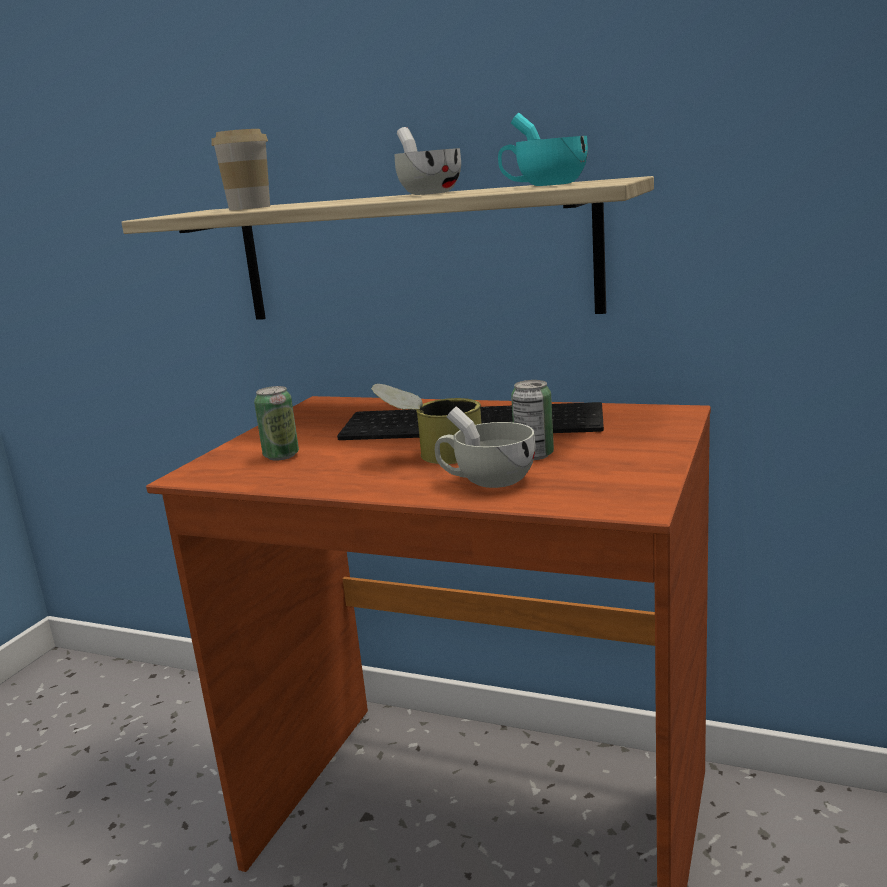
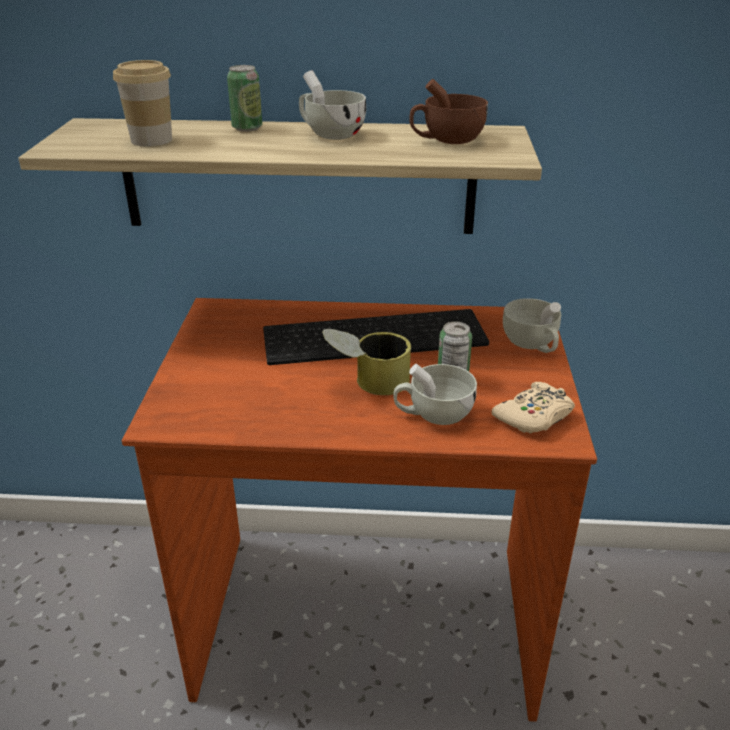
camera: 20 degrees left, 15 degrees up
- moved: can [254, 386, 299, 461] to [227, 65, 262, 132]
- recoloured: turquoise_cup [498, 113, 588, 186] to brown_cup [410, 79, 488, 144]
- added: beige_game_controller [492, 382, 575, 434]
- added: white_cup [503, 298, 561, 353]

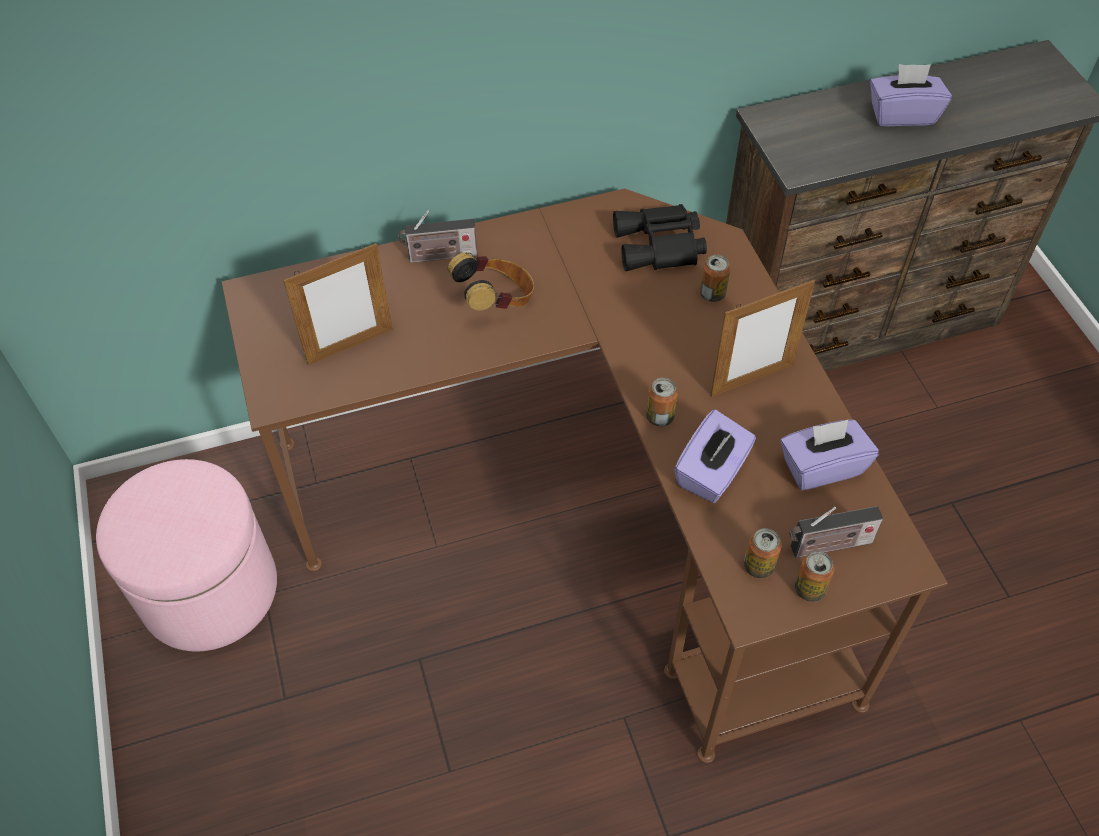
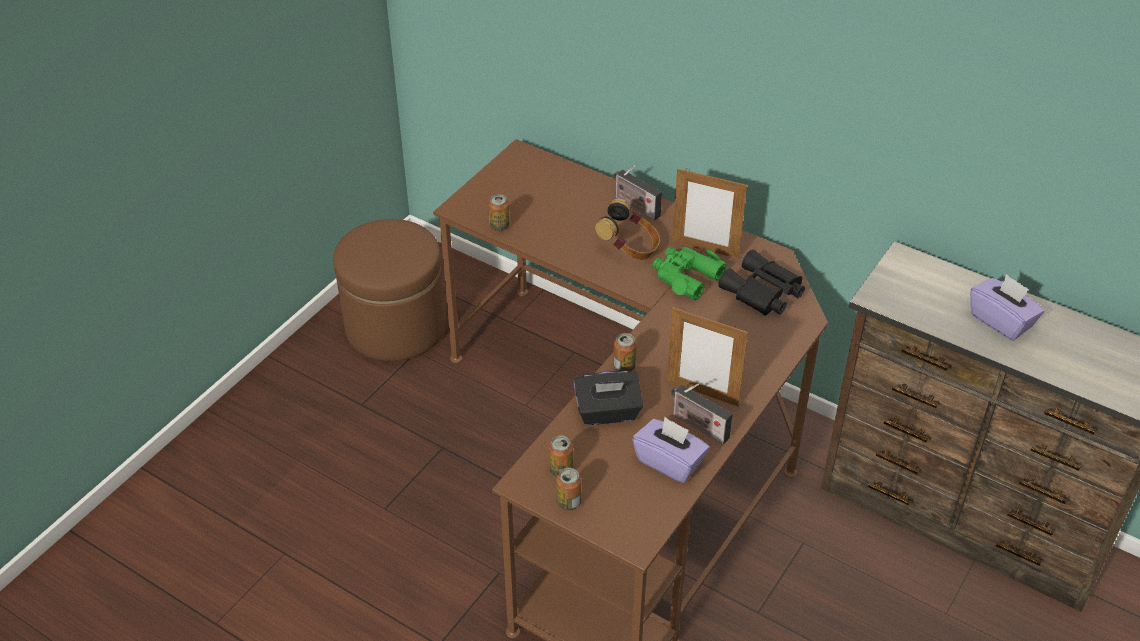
camera: 50 degrees right, 10 degrees down
- recoloured: pink_ottoman [96, 459, 277, 651] to brown_ottoman [333, 219, 446, 361]
- moved: picture_frame [283, 243, 393, 366] to [672, 168, 747, 258]
- recoloured: purple_tissue_box [674, 409, 756, 503] to black_tissue_box [573, 371, 643, 425]
- moved: can [700, 255, 731, 302] to [489, 194, 510, 231]
- moved: radio [789, 506, 883, 558] to [671, 384, 733, 444]
- added: green_binoculars [652, 247, 727, 300]

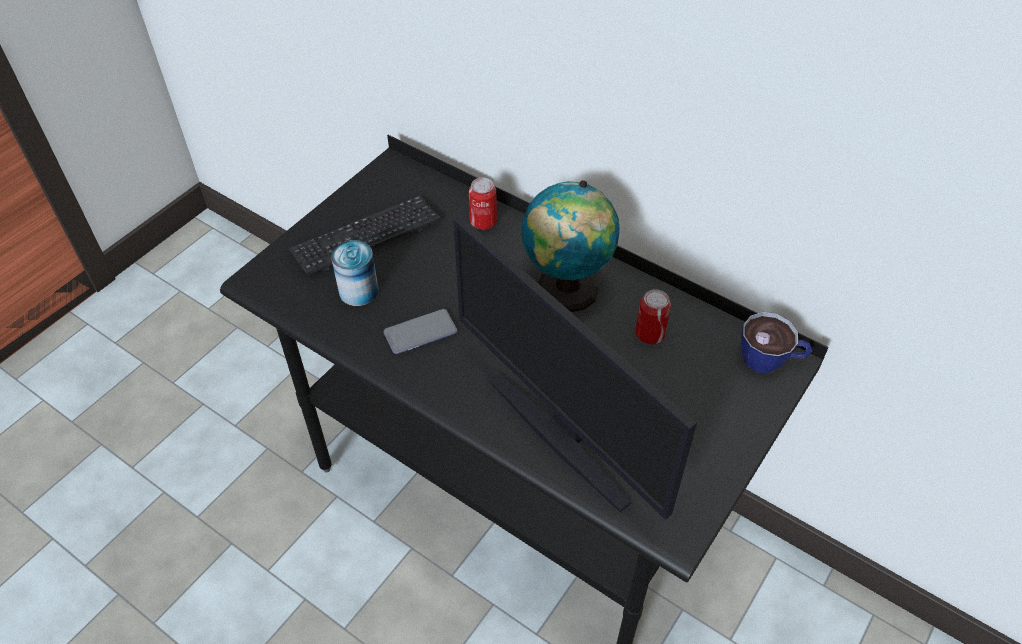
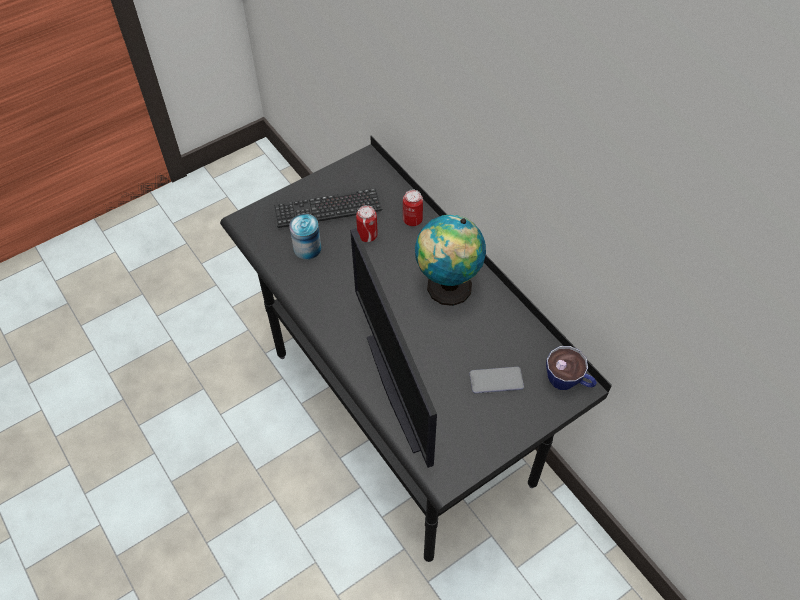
camera: 20 degrees right, 5 degrees up
- moved: phone [383, 309, 458, 354] to [469, 367, 524, 393]
- moved: can [635, 289, 671, 344] to [356, 205, 378, 242]

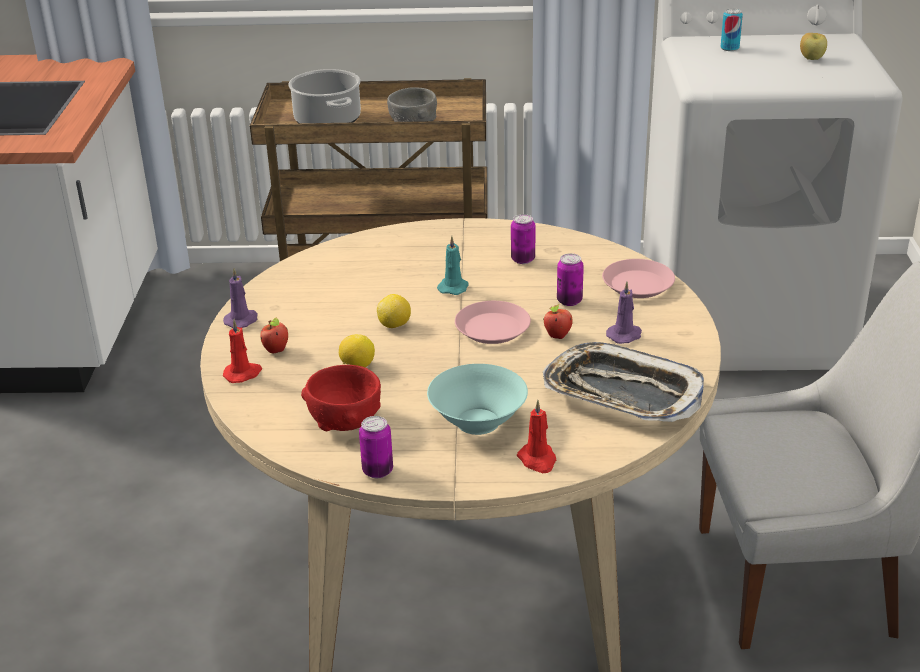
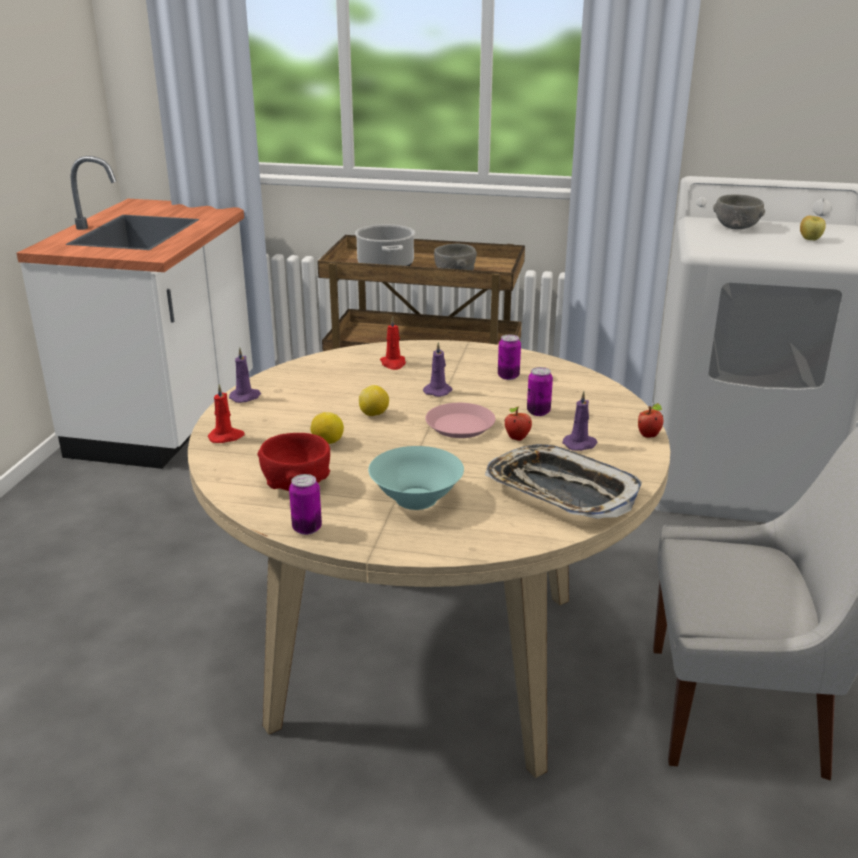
camera: 10 degrees right, 5 degrees down
- moved: apple [260, 318, 288, 353] to [638, 403, 663, 438]
- recoloured: turquoise_candle [437, 236, 469, 295] to purple_candle [423, 342, 452, 397]
- moved: red_candle [517, 400, 556, 473] to [380, 316, 406, 370]
- removed: pink_plate [602, 259, 675, 298]
- replaced: can [721, 8, 743, 51] to grey_bowl [713, 194, 765, 229]

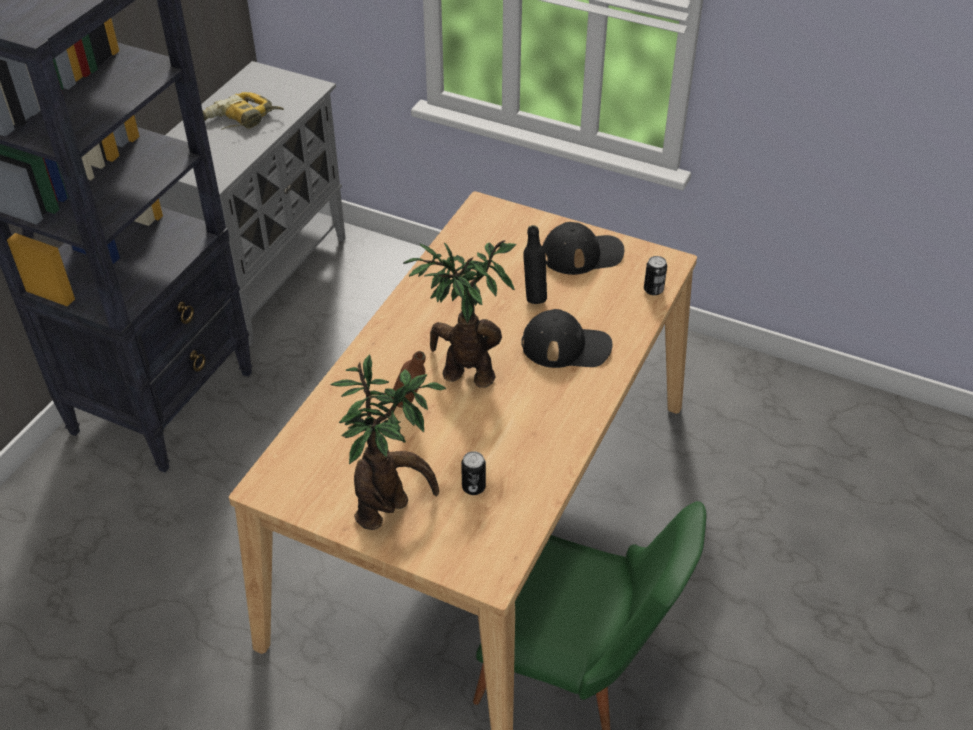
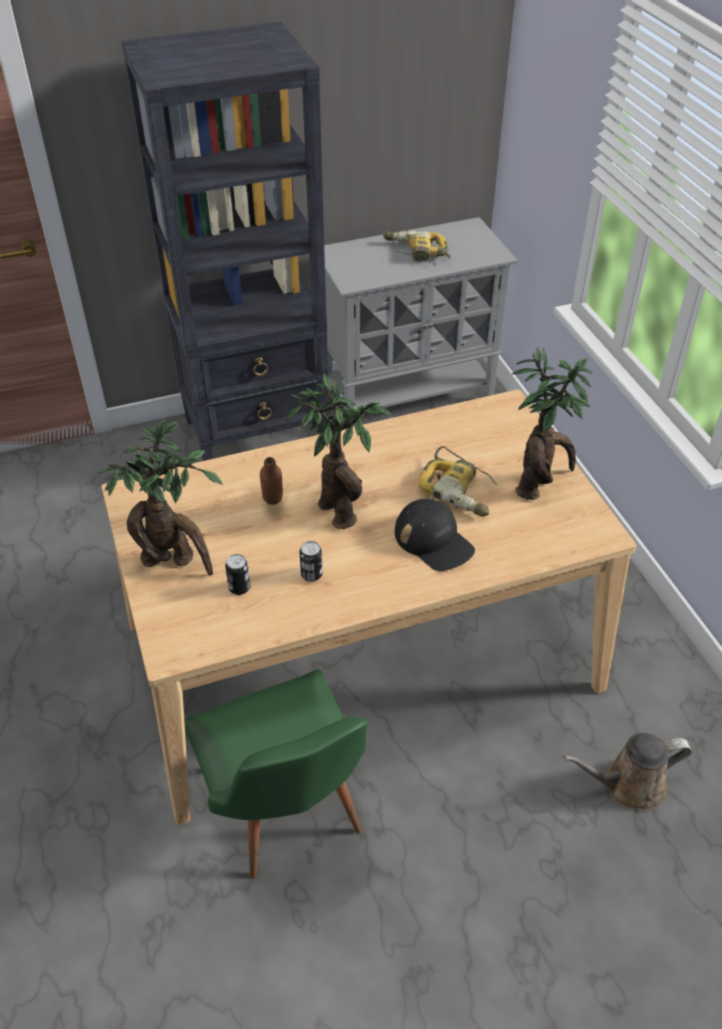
camera: 45 degrees right, 0 degrees up
- replaced: black_bottle [523, 225, 547, 304] to power_drill [418, 446, 497, 517]
- replaced: black_cap [542, 222, 624, 275] to potted_plant [512, 348, 593, 500]
- moved: can [644, 256, 667, 295] to [299, 541, 323, 582]
- added: brown_watering_can [564, 733, 692, 811]

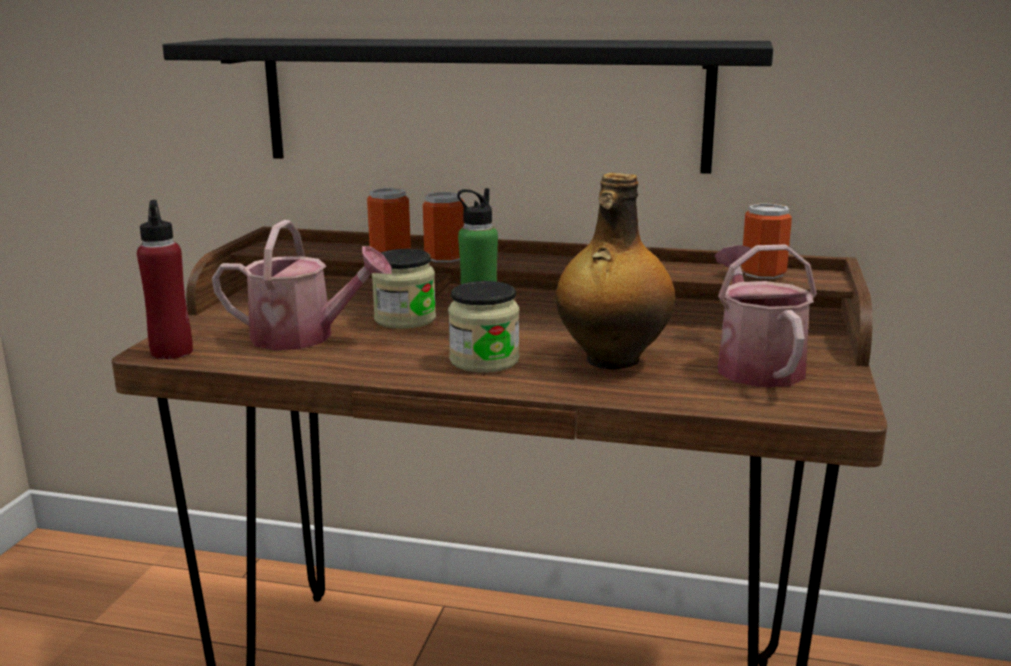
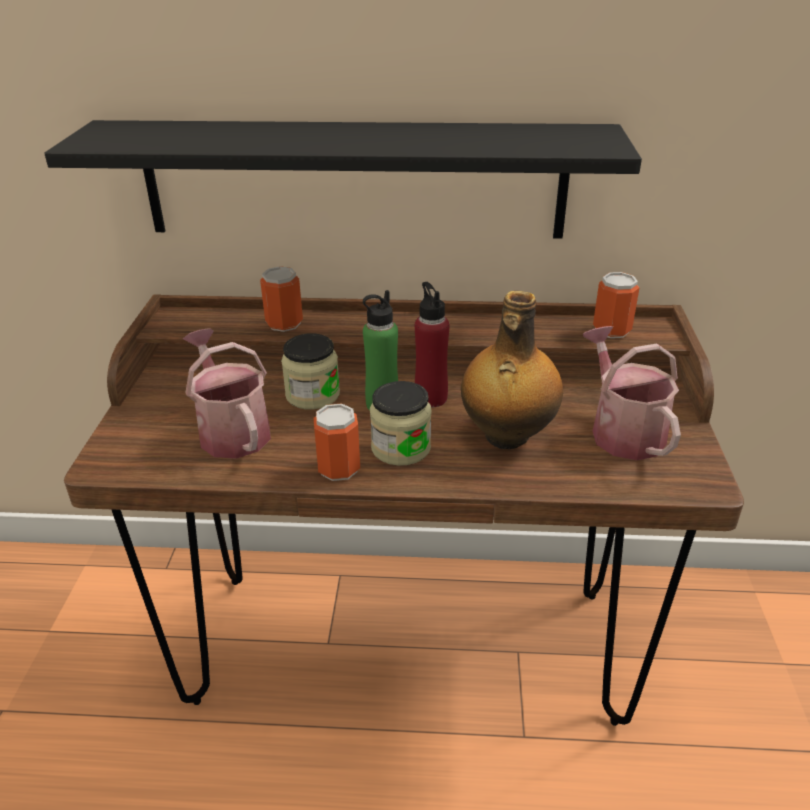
camera: 10 degrees left, 15 degrees up
- moved: red_bottle [137, 200, 193, 359] to [415, 282, 449, 408]
- turned: watering_can [212, 220, 392, 350] = [183, 328, 271, 459] 120 degrees counterclockwise
- moved: can [423, 192, 464, 262] to [314, 403, 360, 481]

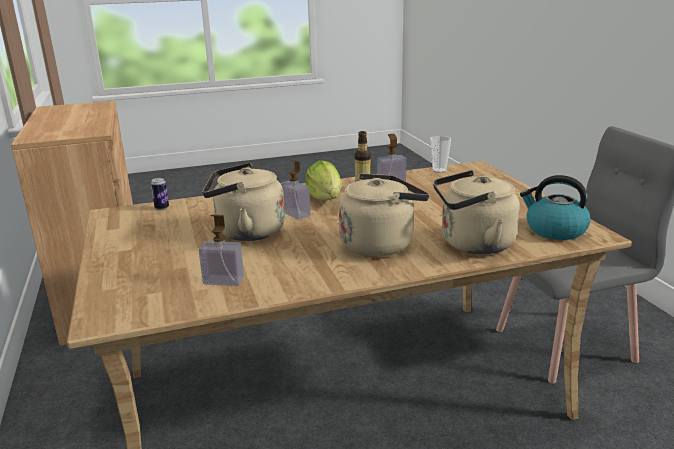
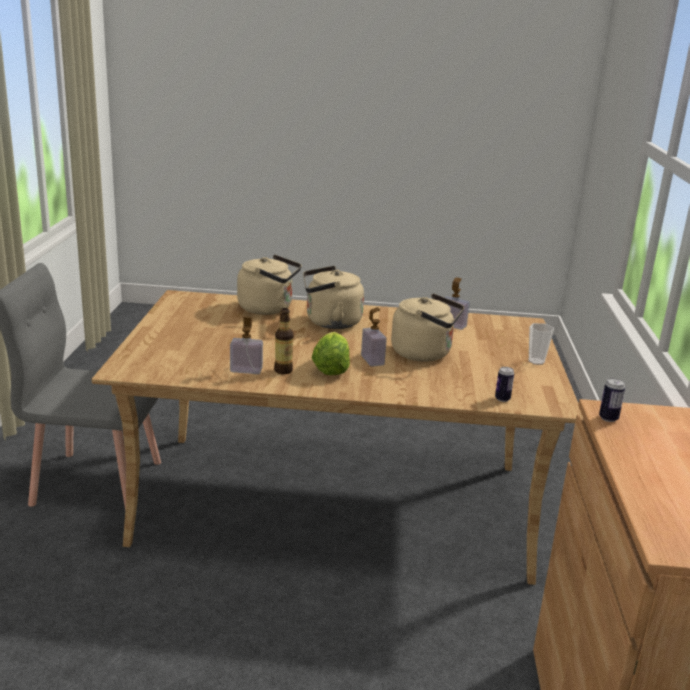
camera: 160 degrees left, 0 degrees up
- moved: cup [431, 136, 451, 173] to [529, 323, 554, 365]
- removed: kettle [520, 175, 590, 240]
- added: can [599, 378, 625, 422]

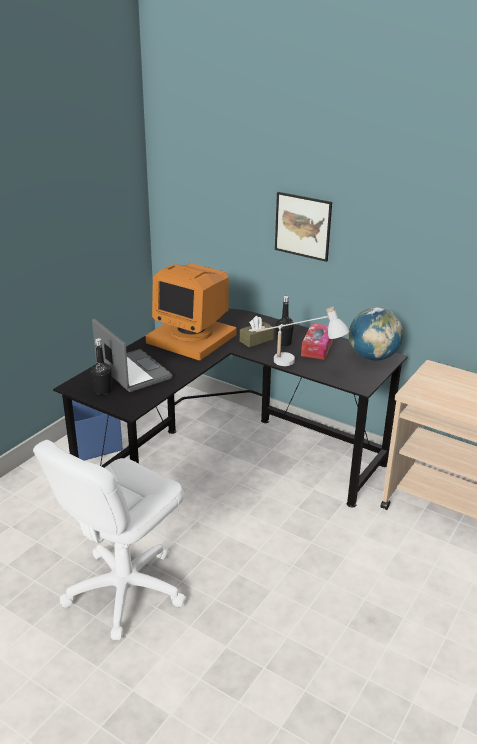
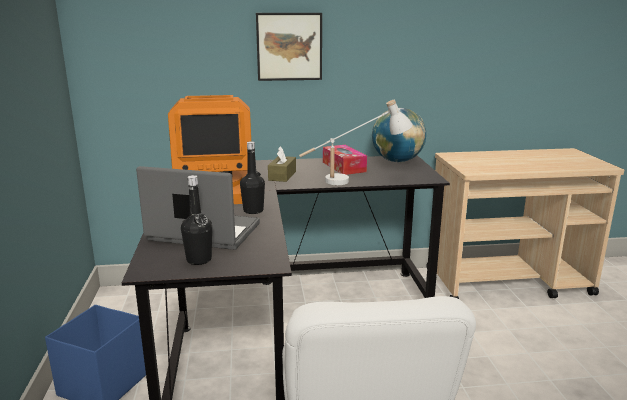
camera: 40 degrees left, 10 degrees down
- moved: black_bottle [276, 296, 294, 347] to [240, 141, 265, 214]

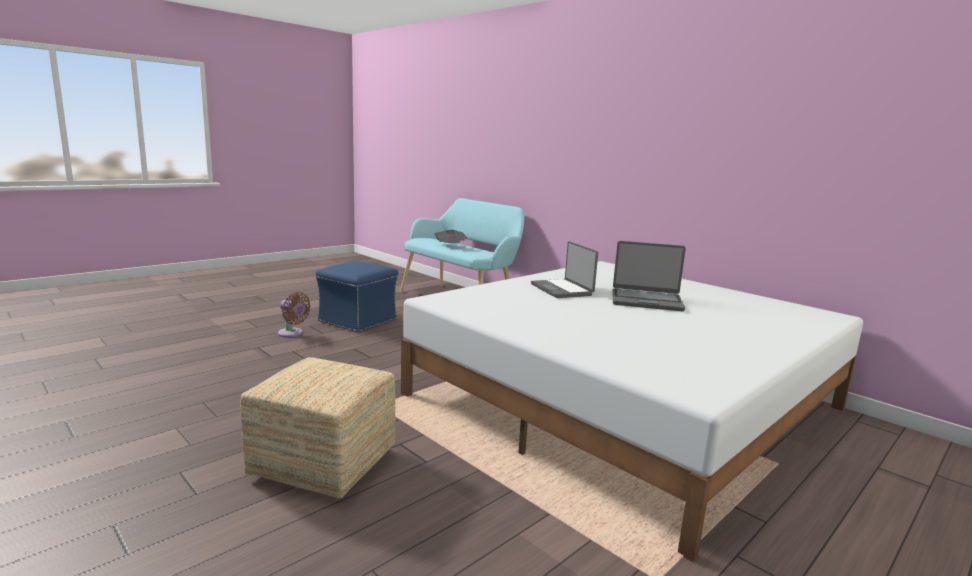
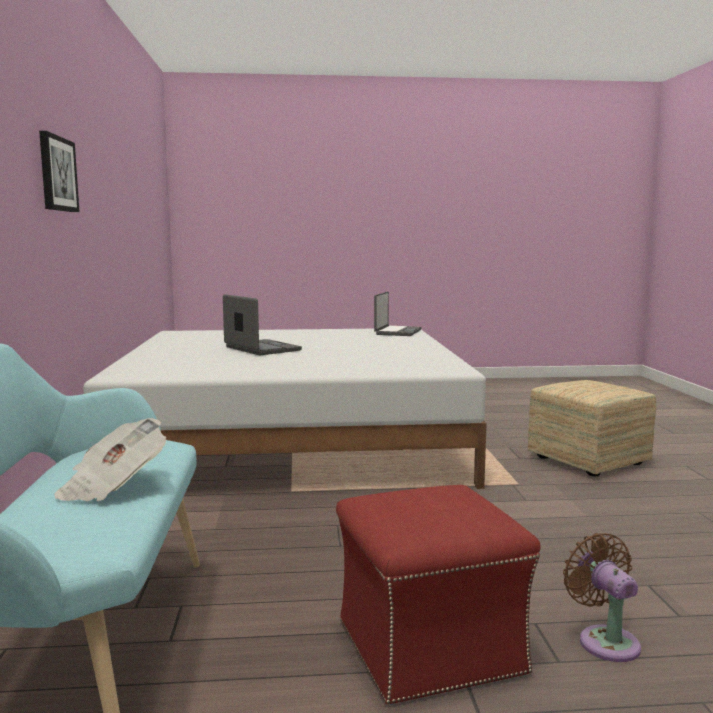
camera: 140 degrees left, 5 degrees down
- recoloured: blue_ottoman [316, 261, 398, 333] to red_ottoman [336, 485, 541, 705]
- moved: laptop [531, 241, 598, 298] to [374, 292, 422, 336]
- added: picture [39, 131, 80, 212]

